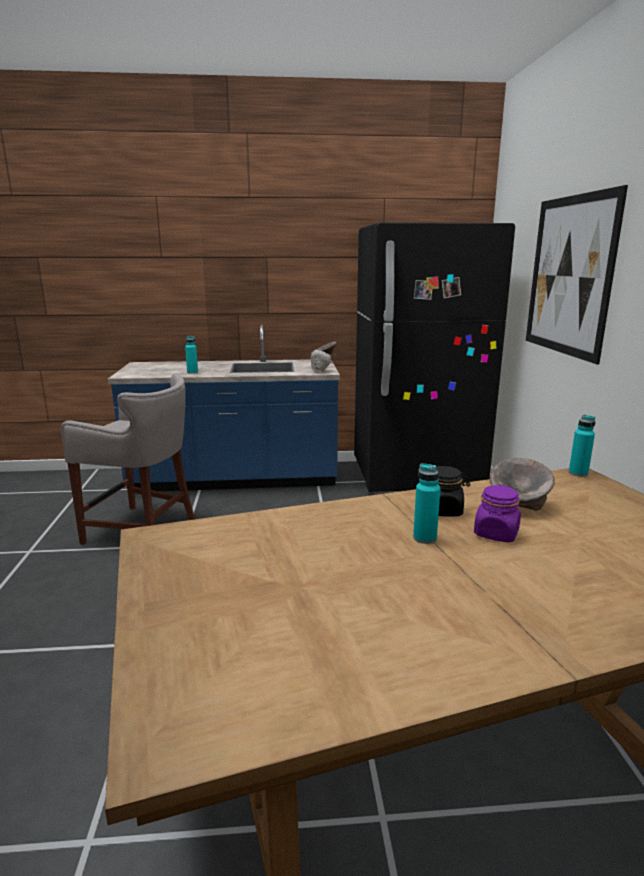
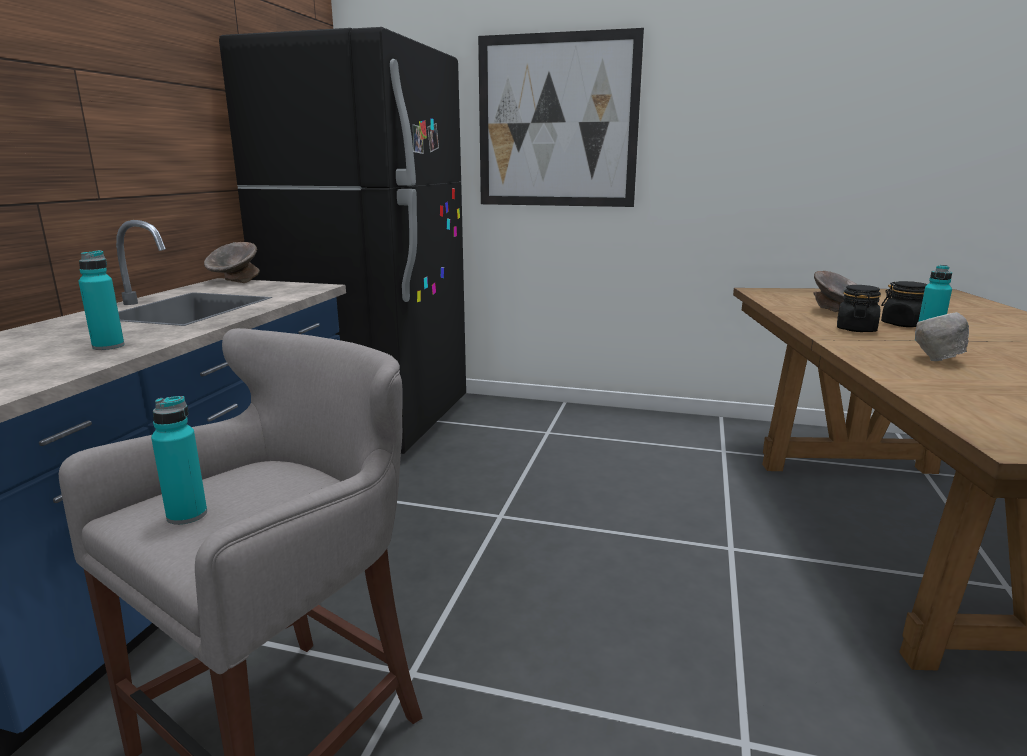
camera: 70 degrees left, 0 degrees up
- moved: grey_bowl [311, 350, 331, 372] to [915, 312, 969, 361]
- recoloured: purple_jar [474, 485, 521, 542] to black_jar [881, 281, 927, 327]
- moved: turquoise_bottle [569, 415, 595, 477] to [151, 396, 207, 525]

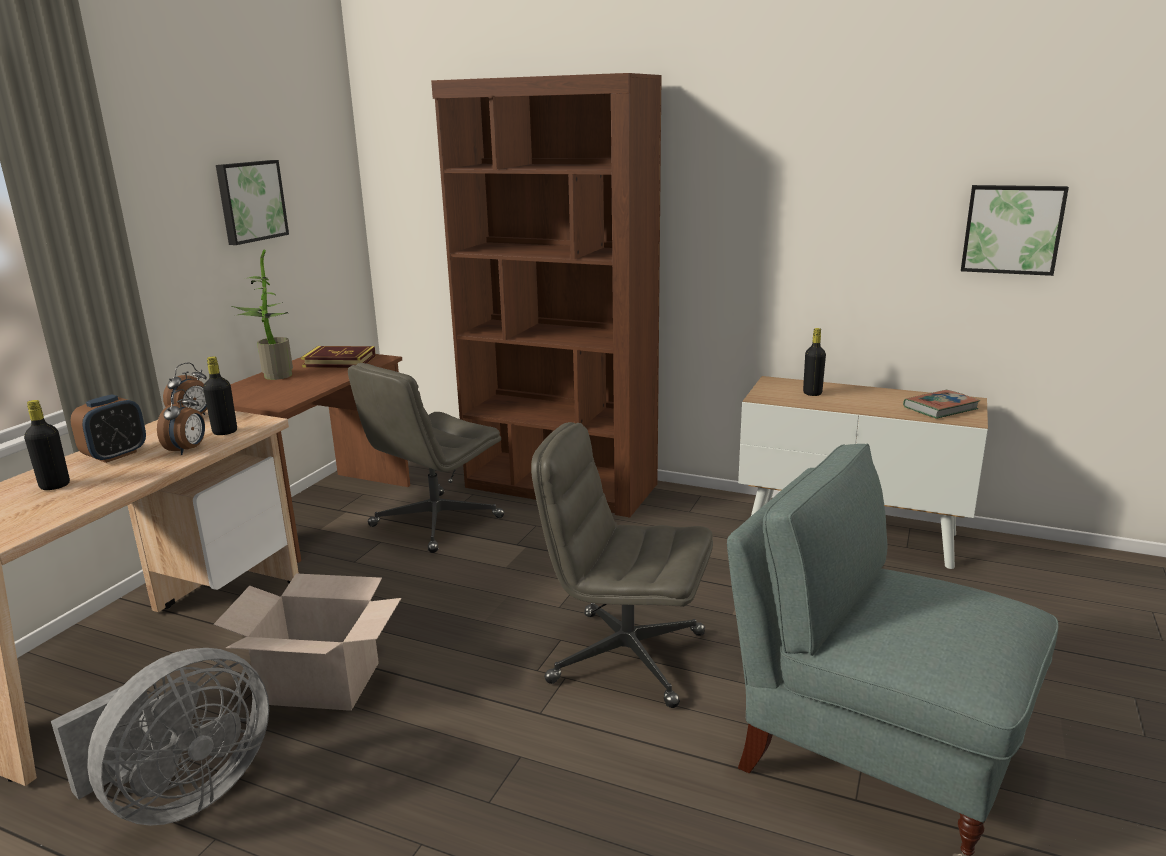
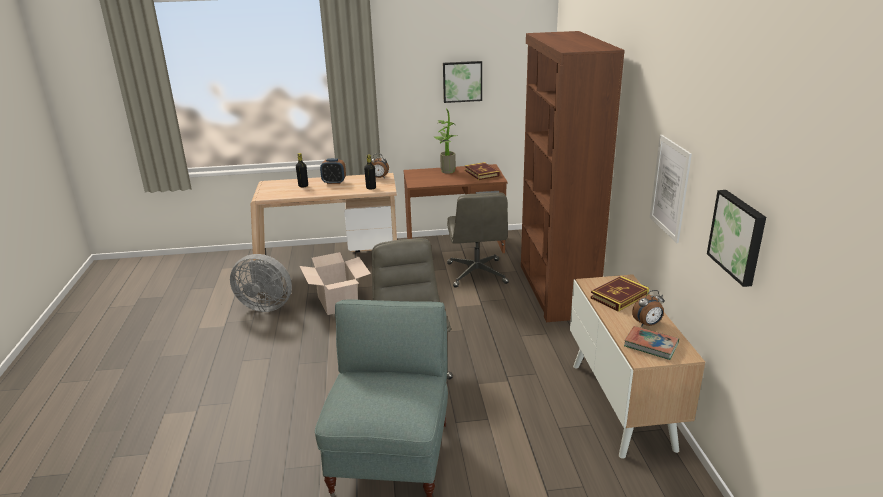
camera: 60 degrees right, 5 degrees up
- moved: alarm_clock [157, 389, 205, 455] to [632, 290, 665, 327]
- turned: grey_office_chair [348, 363, 504, 553] = [447, 192, 509, 288] 105 degrees counterclockwise
- replaced: black_bottle [803, 328, 826, 396] to book [590, 276, 649, 312]
- added: picture [650, 135, 692, 243]

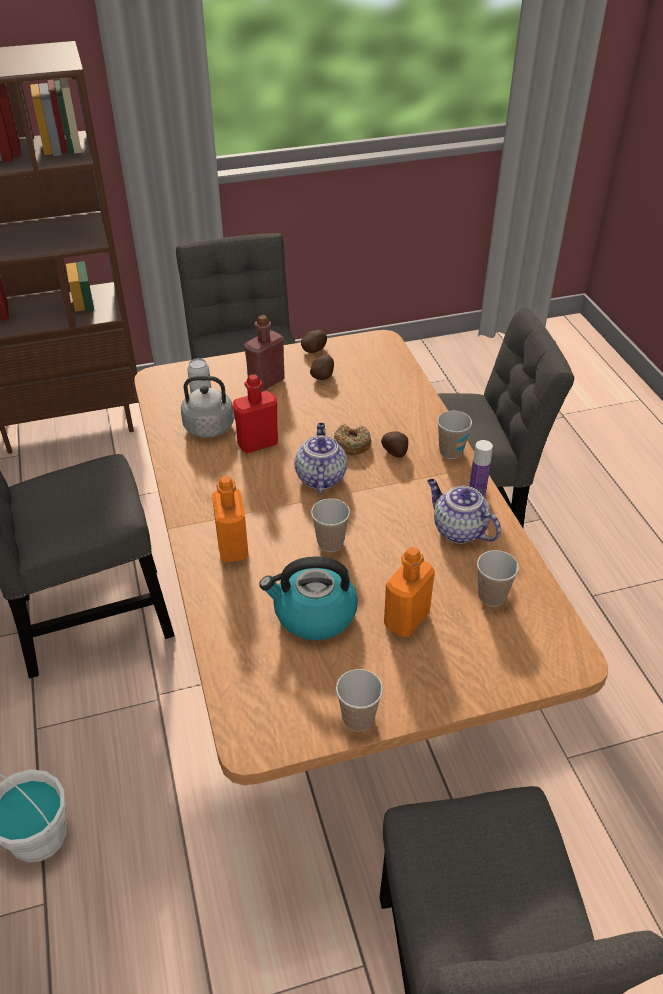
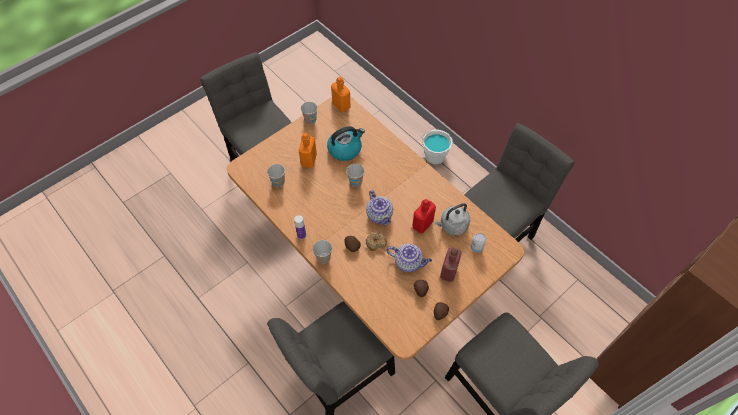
camera: 155 degrees right, 15 degrees up
- moved: orange_bottle [212, 476, 249, 562] to [331, 77, 351, 112]
- moved: teapot [427, 479, 501, 544] to [387, 244, 432, 272]

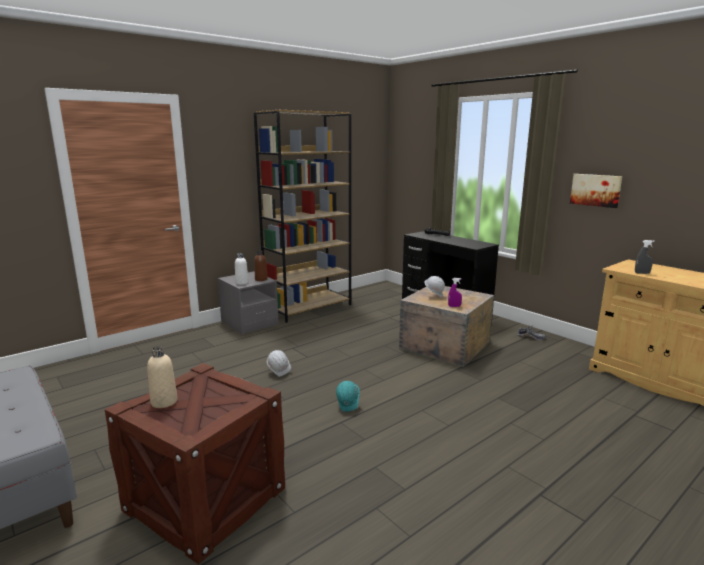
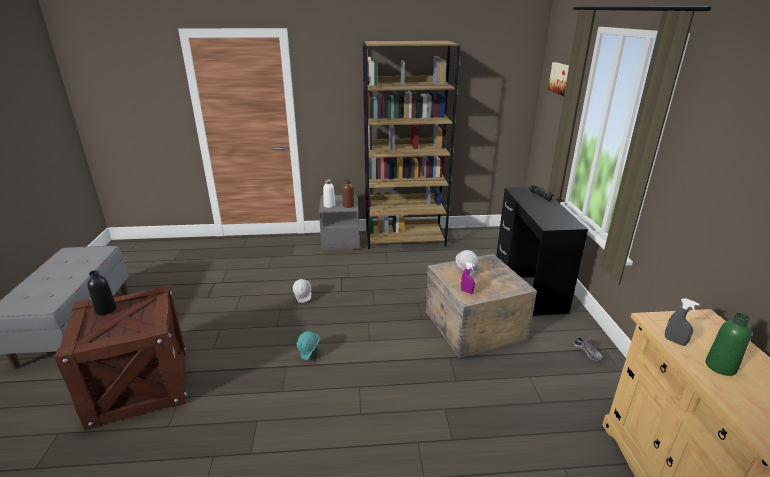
camera: 35 degrees right, 10 degrees up
- recoloured: beige_bottle [147, 346, 177, 408] to black_bottle [87, 270, 117, 315]
- moved: picture [570, 174, 622, 208] to [548, 62, 569, 96]
- added: green_bottle [706, 313, 751, 376]

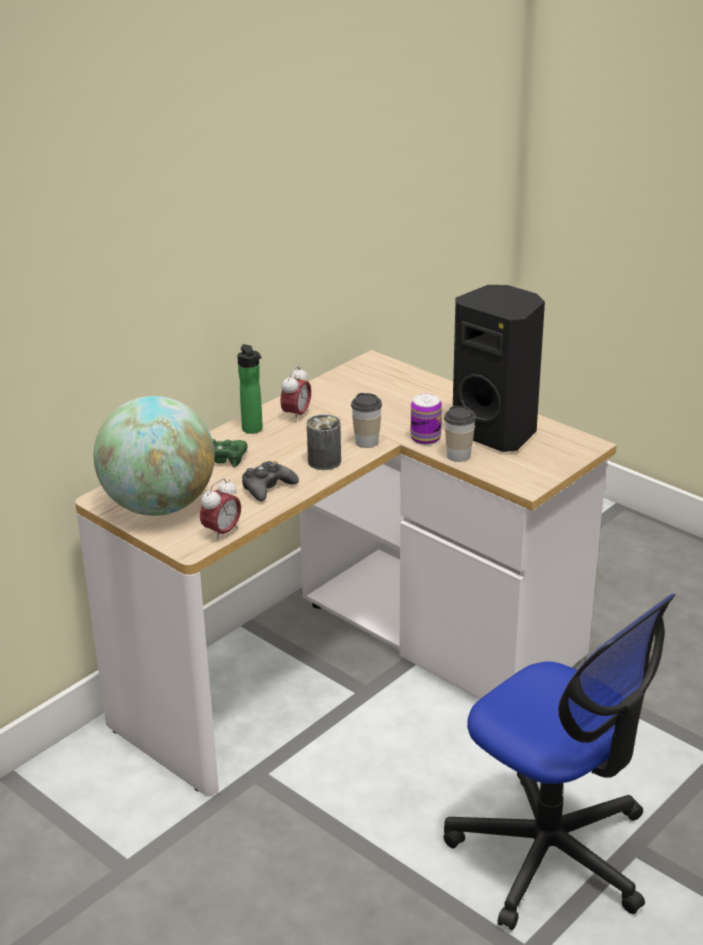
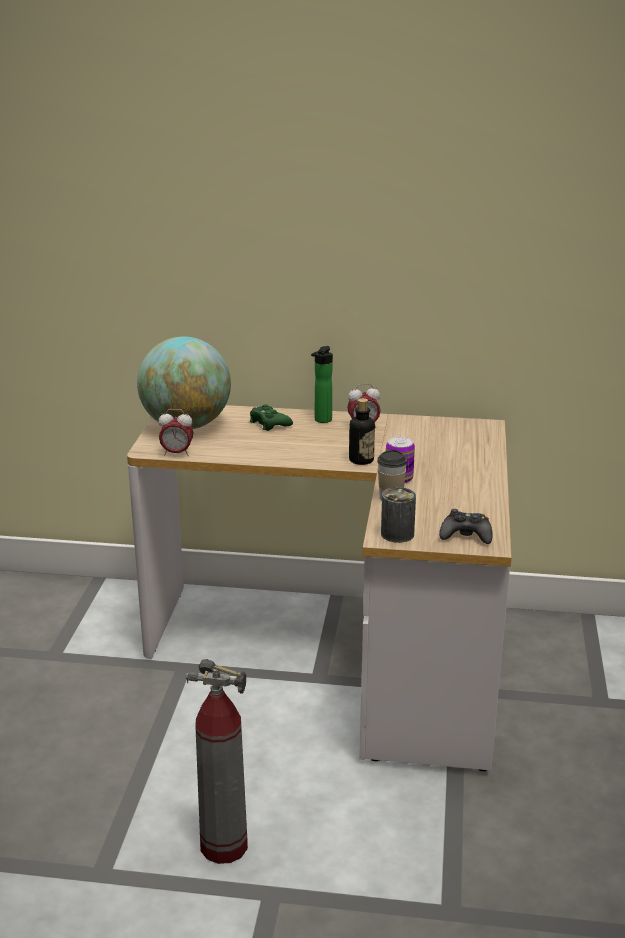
camera: 55 degrees right, 5 degrees down
- moved: black_game_controller [242, 461, 299, 501] to [439, 509, 492, 544]
- moved: can [307, 414, 341, 470] to [381, 487, 416, 543]
- replaced: cup [351, 393, 382, 448] to bottle [349, 398, 375, 465]
- replaced: office_chair [443, 594, 676, 930] to fire_extinguisher [186, 659, 248, 864]
- removed: black_speaker [453, 285, 545, 452]

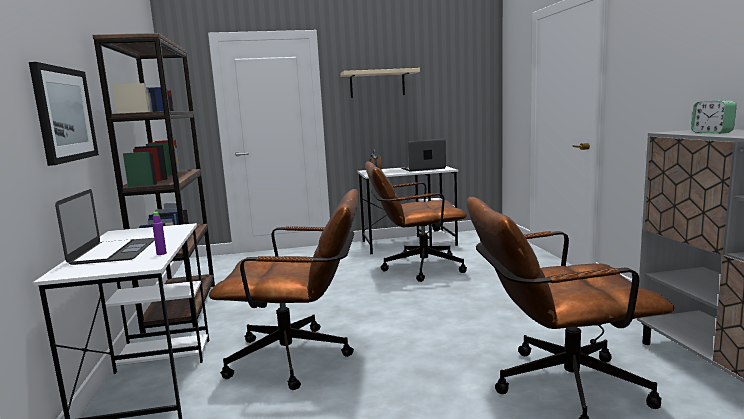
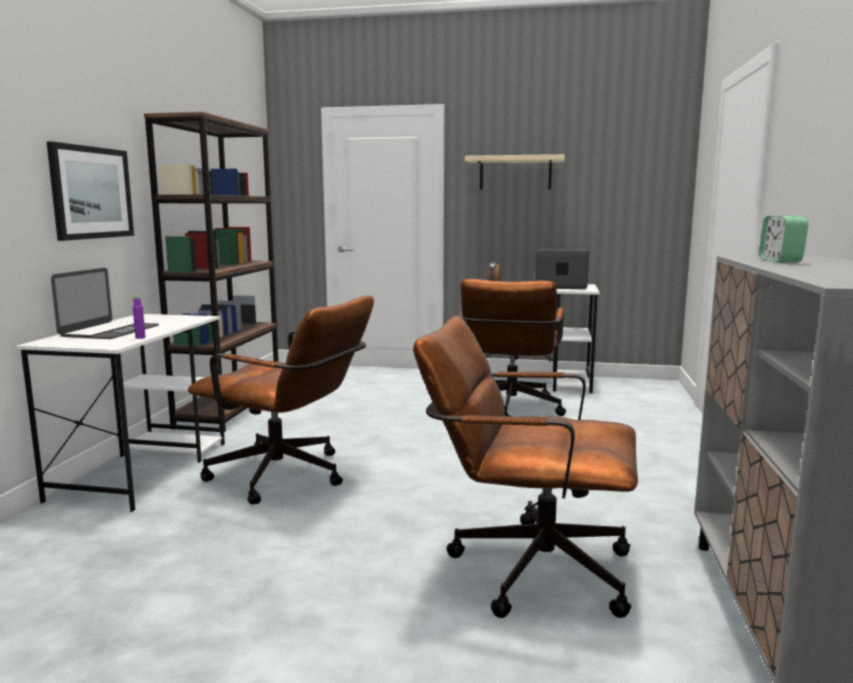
camera: 20 degrees right, 0 degrees up
- turned: brown_office_chair [365, 161, 467, 282] = [459, 279, 566, 417] 90 degrees counterclockwise

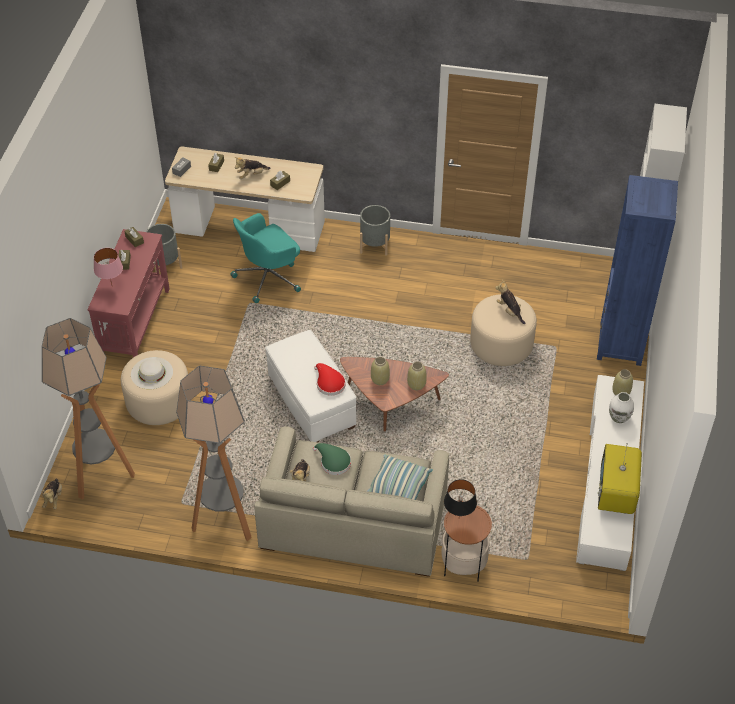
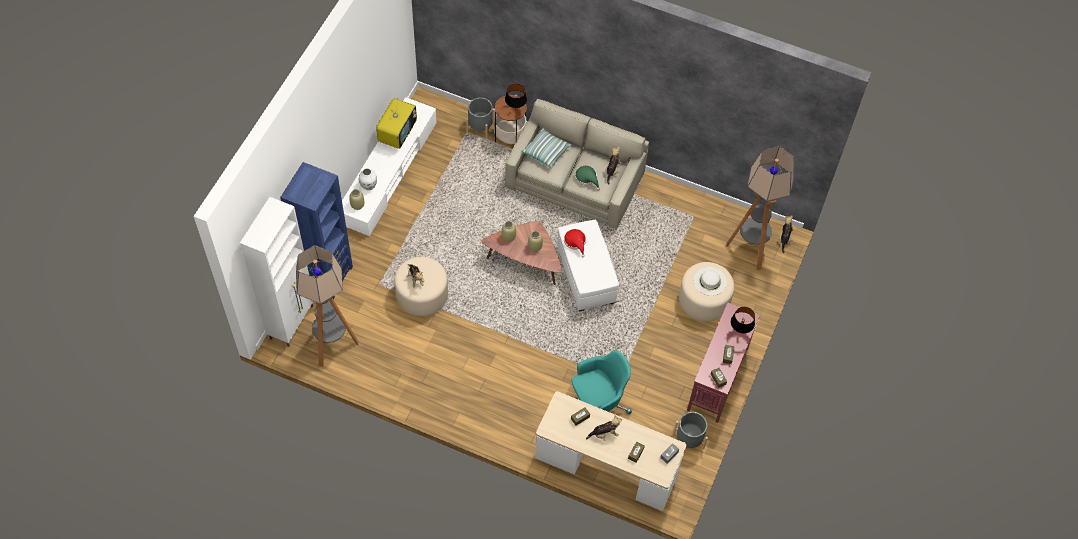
camera: 170 degrees left, 10 degrees up
- recoloured: pink_table_lamp [94, 248, 123, 285] to black_table_lamp [731, 307, 755, 333]
- moved: floor_lamp [176, 366, 252, 541] to [296, 245, 359, 367]
- moved: grey_planter [360, 205, 390, 256] to [466, 98, 495, 139]

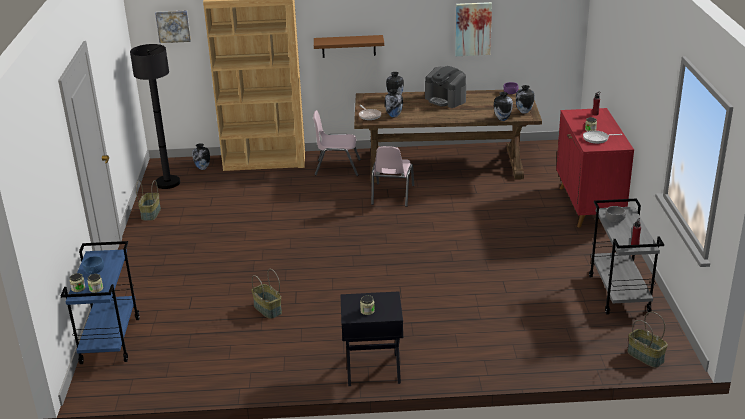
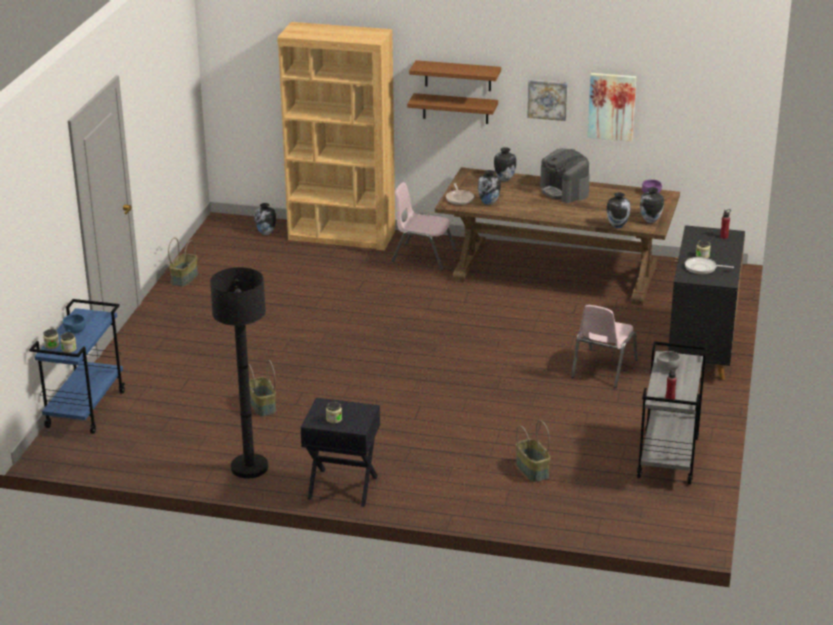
camera: 15 degrees right, 0 degrees up
- moved: black_floor_lamp [130, 44, 180, 189] to [210, 267, 268, 478]
- moved: picture [155, 10, 191, 43] to [527, 80, 568, 121]
- moved: pink_chair [371, 146, 414, 207] to [571, 305, 638, 388]
- recoloured: red_cabinet [556, 108, 634, 227] to black_cabinet [668, 225, 745, 380]
- moved: basket [627, 312, 668, 368] to [516, 420, 551, 482]
- added: brown_shelf [409, 60, 501, 91]

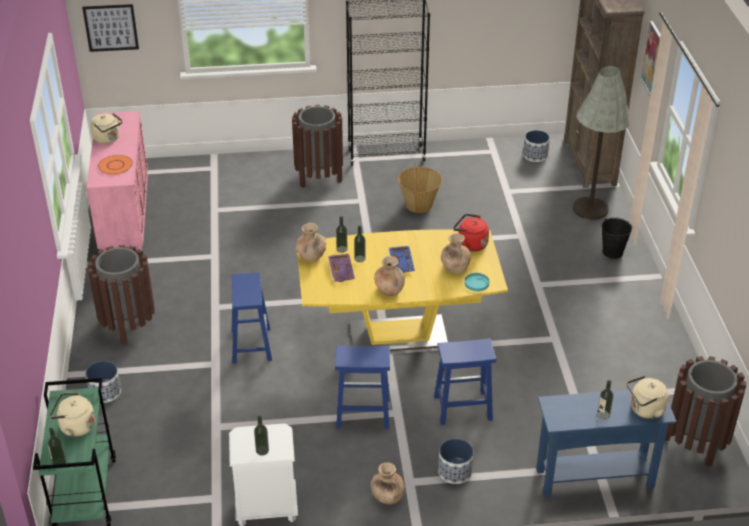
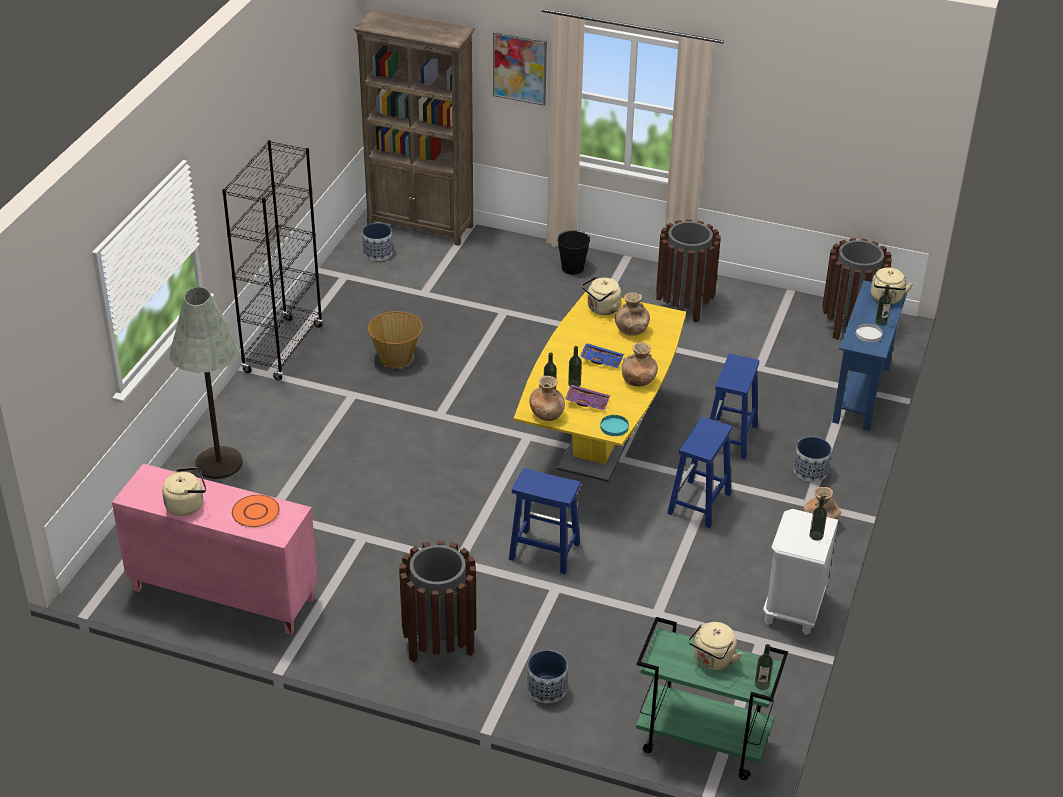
camera: 65 degrees left, 0 degrees up
- removed: picture [82, 4, 139, 52]
- moved: brown_trash_can [292, 105, 343, 188] to [656, 219, 721, 322]
- recoloured: red_kettle [453, 214, 489, 252] to beige_kettle [582, 276, 621, 315]
- moved: turquoise_plate [465, 273, 489, 291] to [600, 415, 629, 436]
- moved: grey_floor_lamp [573, 66, 630, 220] to [169, 287, 243, 479]
- added: white_plate [856, 323, 883, 343]

